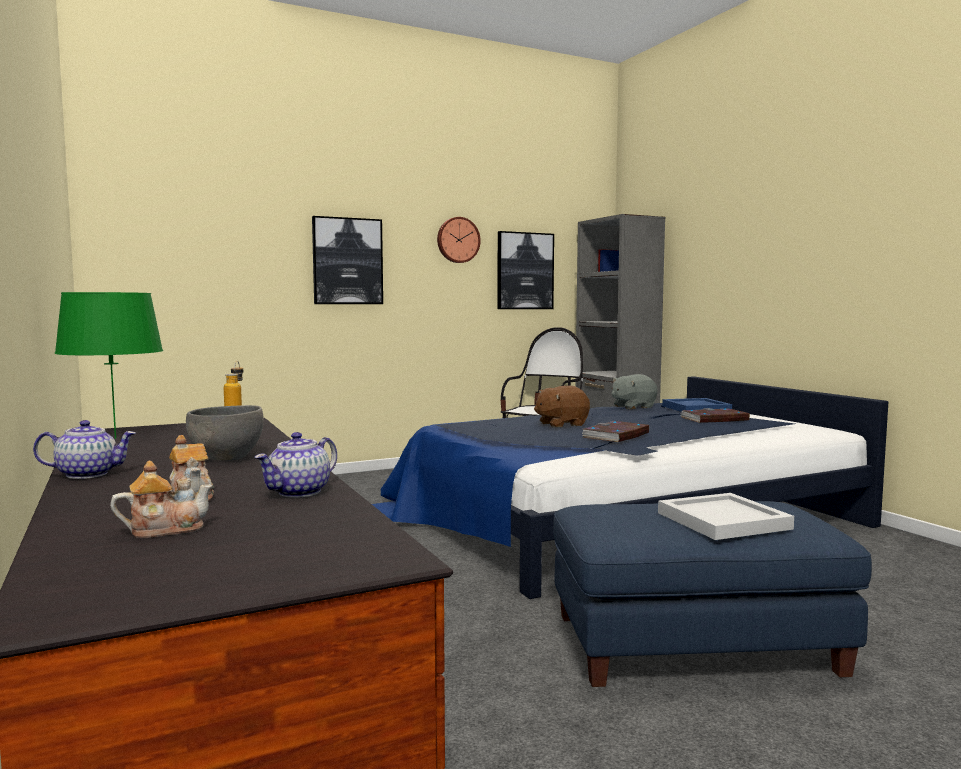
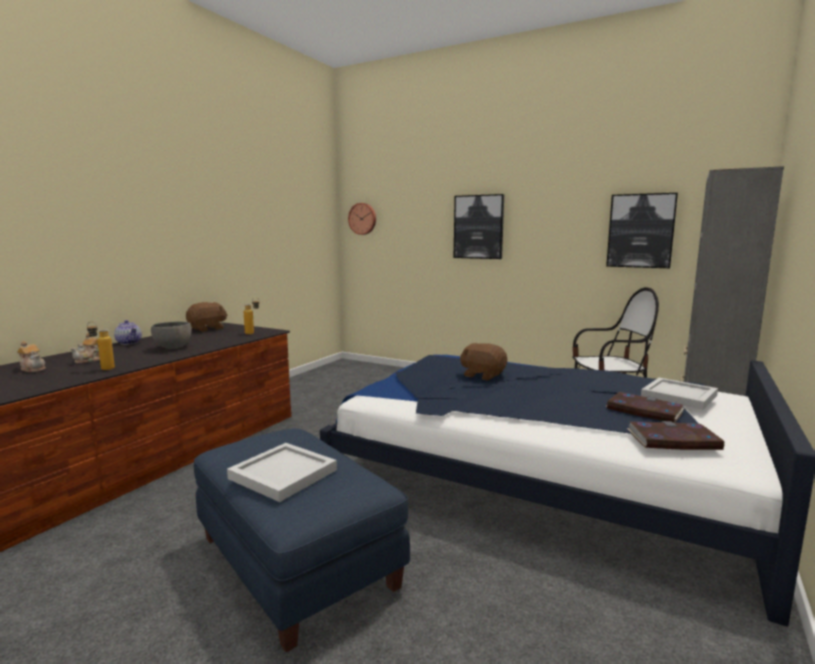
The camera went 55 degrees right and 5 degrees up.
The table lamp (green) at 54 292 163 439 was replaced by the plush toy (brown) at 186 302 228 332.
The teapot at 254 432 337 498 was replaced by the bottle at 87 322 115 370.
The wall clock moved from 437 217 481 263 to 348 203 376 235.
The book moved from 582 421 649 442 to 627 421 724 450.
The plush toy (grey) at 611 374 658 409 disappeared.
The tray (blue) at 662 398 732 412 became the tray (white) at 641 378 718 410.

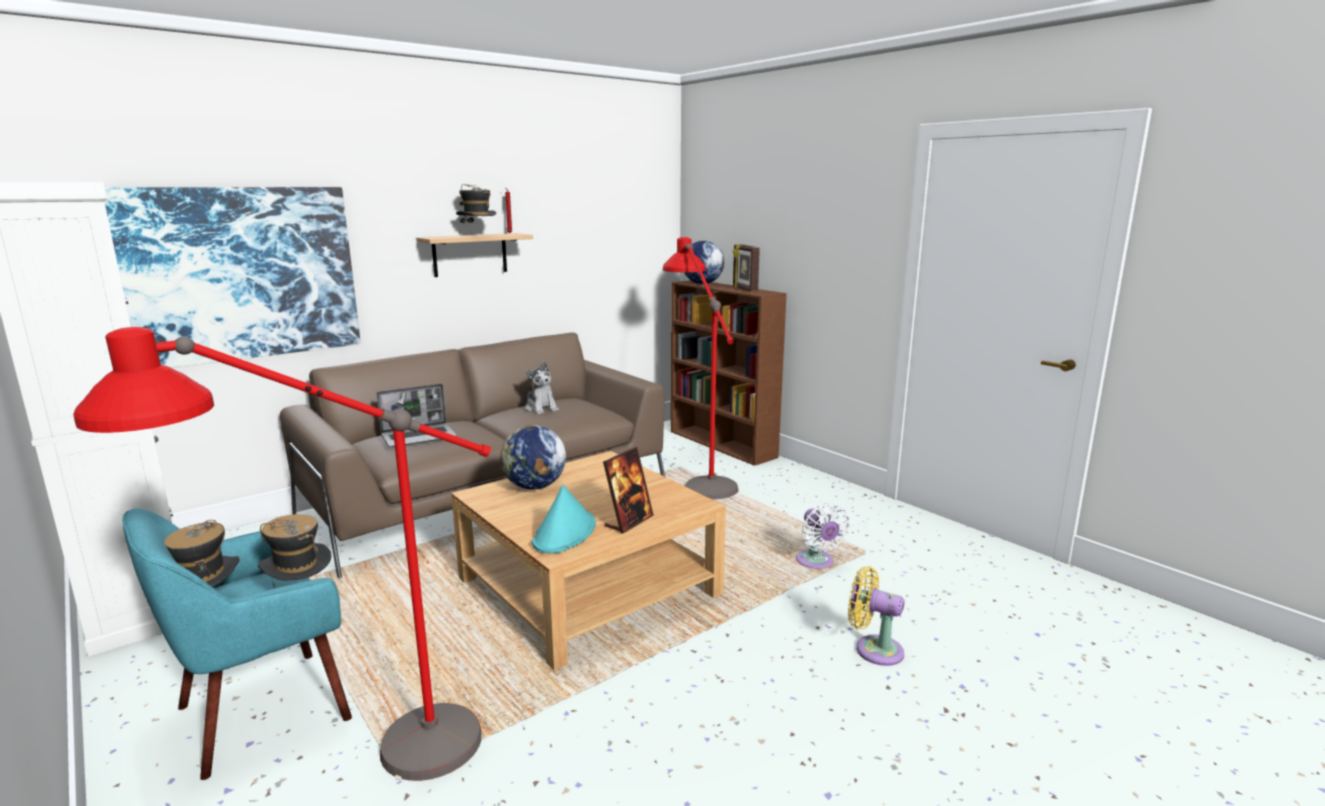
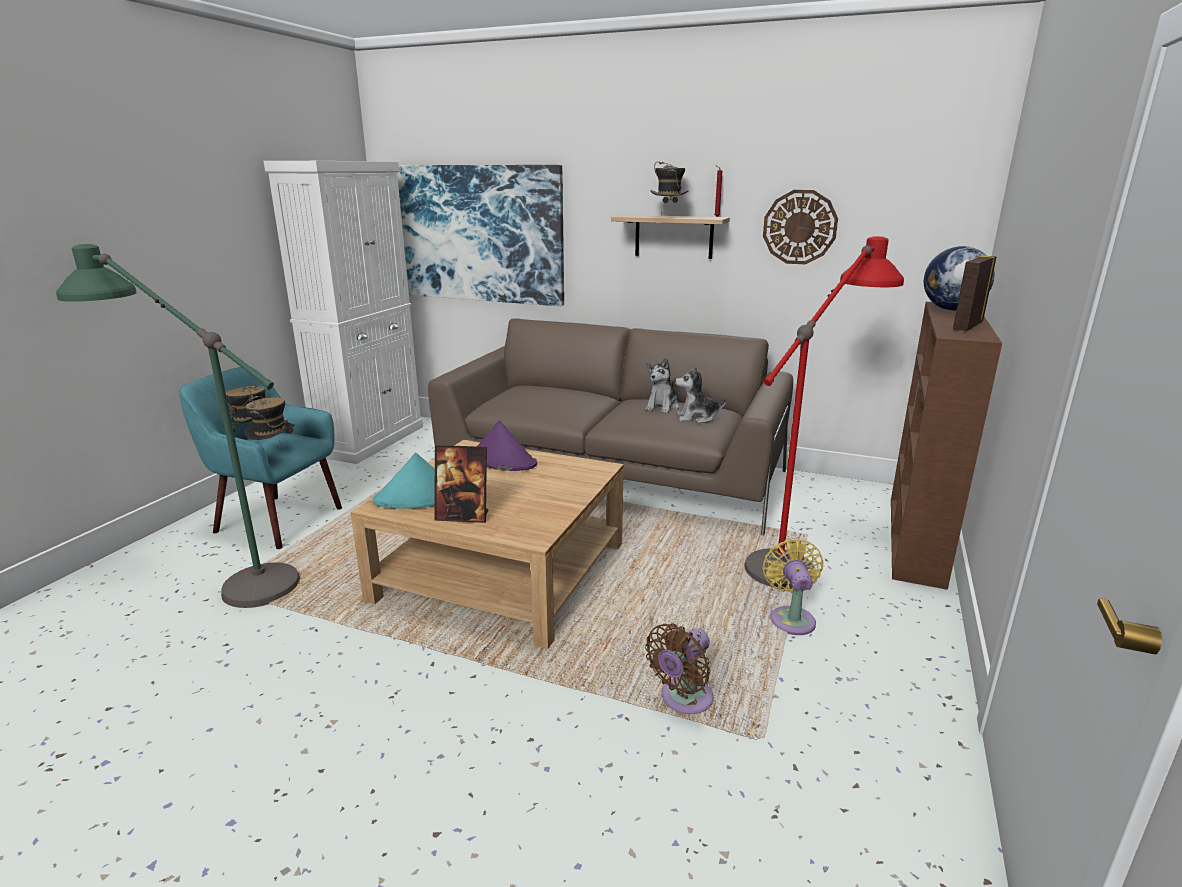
The camera went 60 degrees right and 5 degrees up.
The floor lamp (red) at 73 327 491 781 became the floor lamp (green) at 56 244 300 608.
The laptop at 376 384 457 447 disappeared.
The globe at 500 425 566 489 was replaced by the hat (purple) at 477 420 537 471.
The fan (white) at 796 503 850 569 became the fan (brown) at 645 623 714 714.
The fan (yellow) moved from 848 566 905 666 to 762 538 824 635.
The plush toy at 675 366 727 423 appeared.
The wall clock at 763 190 838 264 appeared.

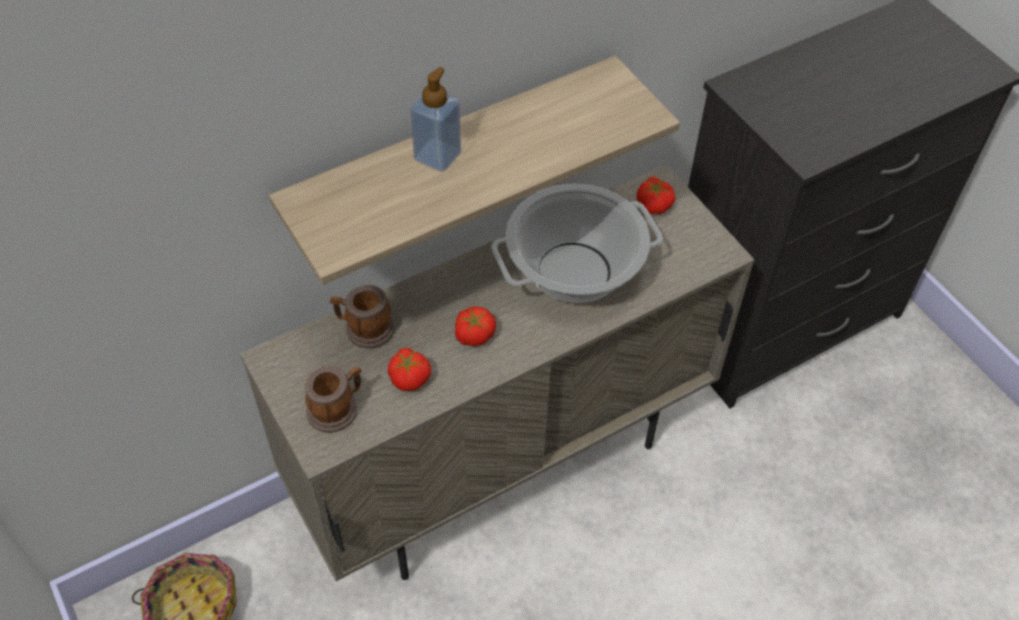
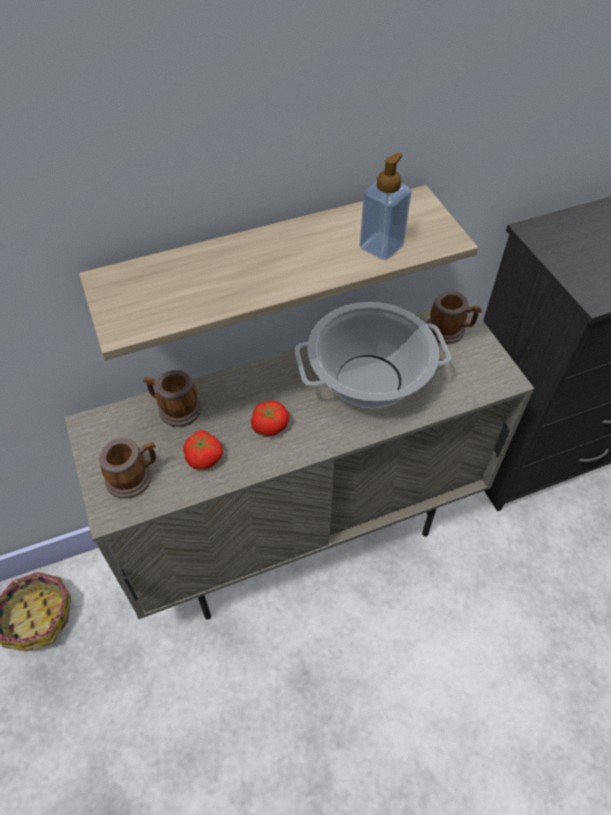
The camera went 10 degrees right and 0 degrees up.
The soap dispenser moved from 410 67 461 172 to 360 152 412 260.
The tomato at 637 177 676 214 was replaced by the mug at 426 291 482 344.

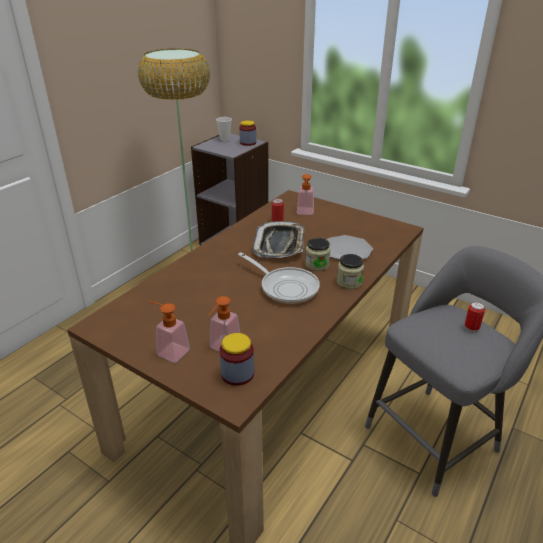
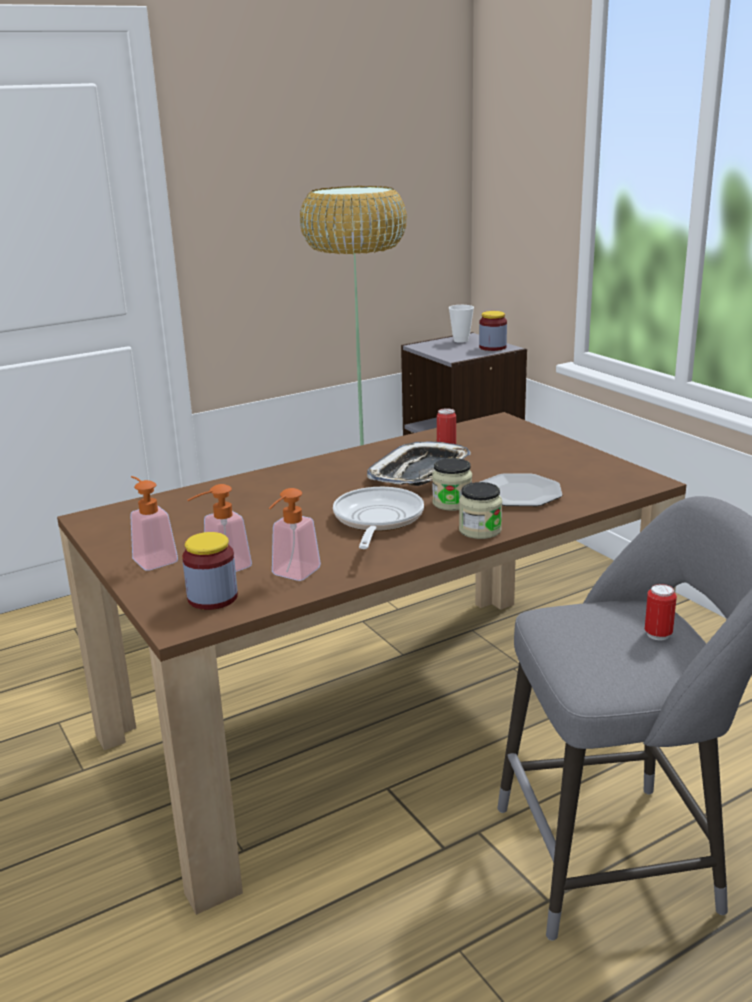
The camera went 25 degrees right and 10 degrees down.
The frying pan at 238 252 320 304 turned 150 degrees counterclockwise.
The soap dispenser moved from 297 174 314 215 to 269 488 321 581.

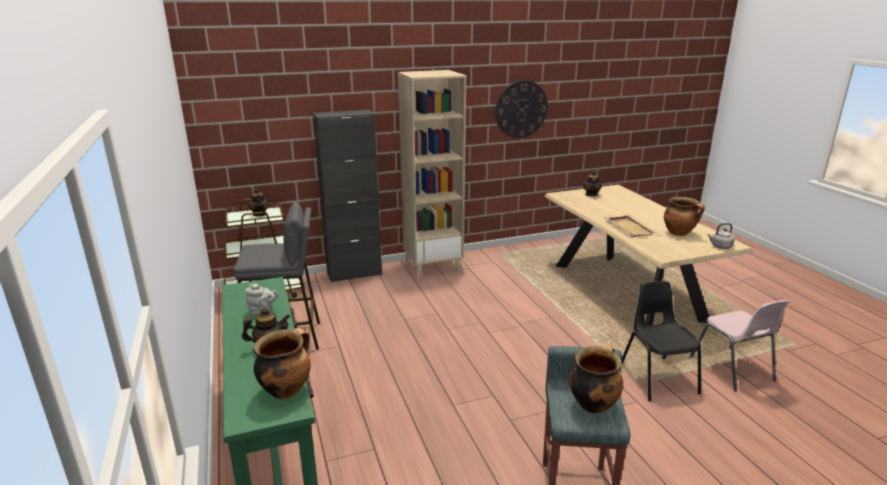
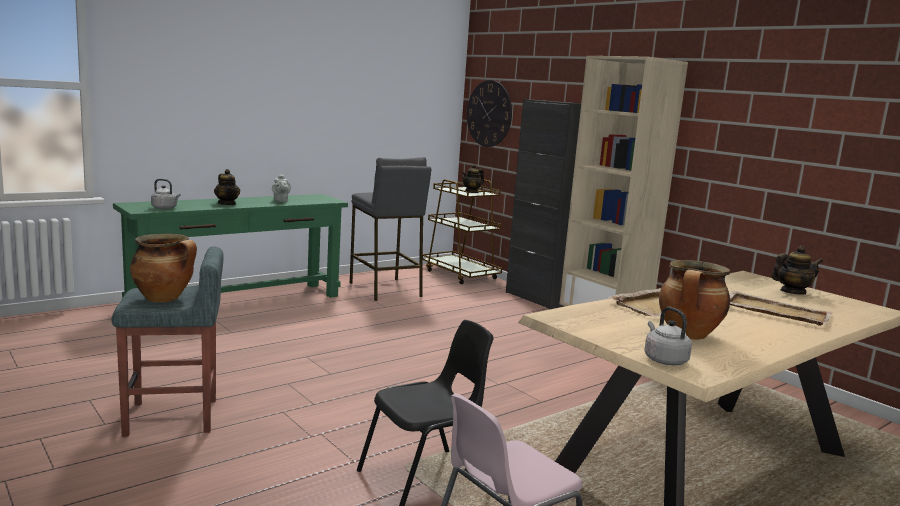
The camera went 70 degrees right and 10 degrees down.
The cooking pot at 254 328 311 399 was replaced by the kettle (grey) at 151 179 181 209.
The wall clock moved from 495 80 548 138 to 467 80 512 147.
The tray (beige) at 729 291 833 326 appeared.

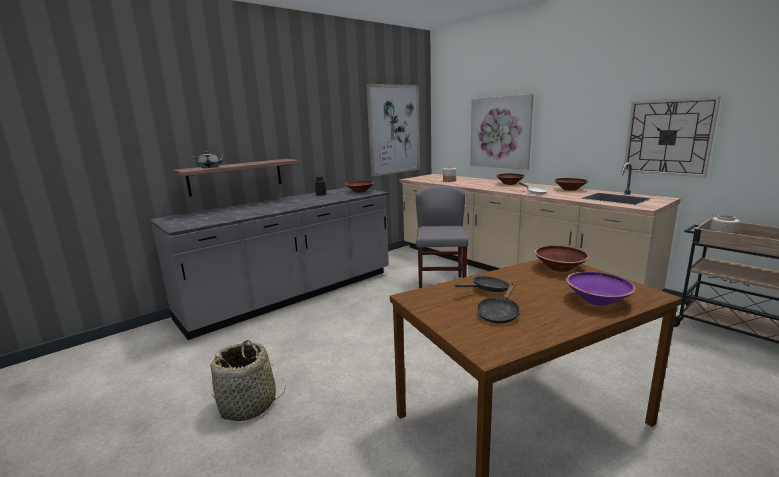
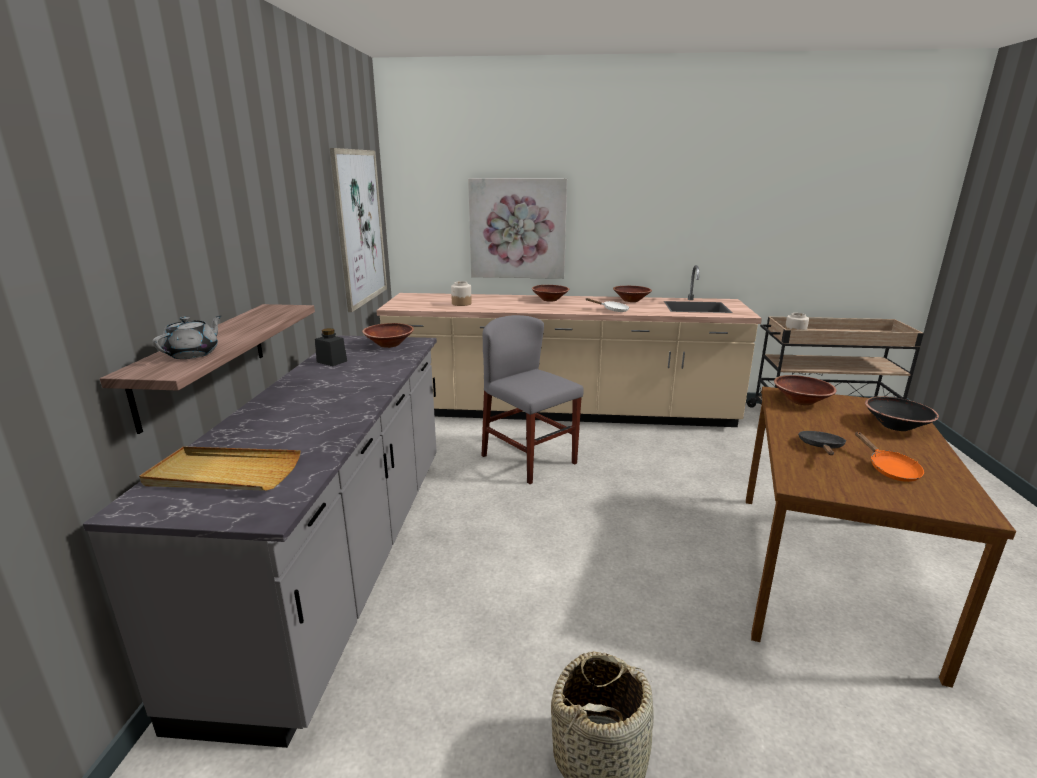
The camera went 45 degrees left and 5 degrees up.
The frying pan (black) at 477 283 520 324 became the frying pan (orange) at 855 432 924 482.
The bowl (purple) at 566 271 636 306 became the bowl (black) at 865 396 939 431.
The wall clock at 624 97 721 177 disappeared.
The tray (beige) at 139 446 300 491 appeared.

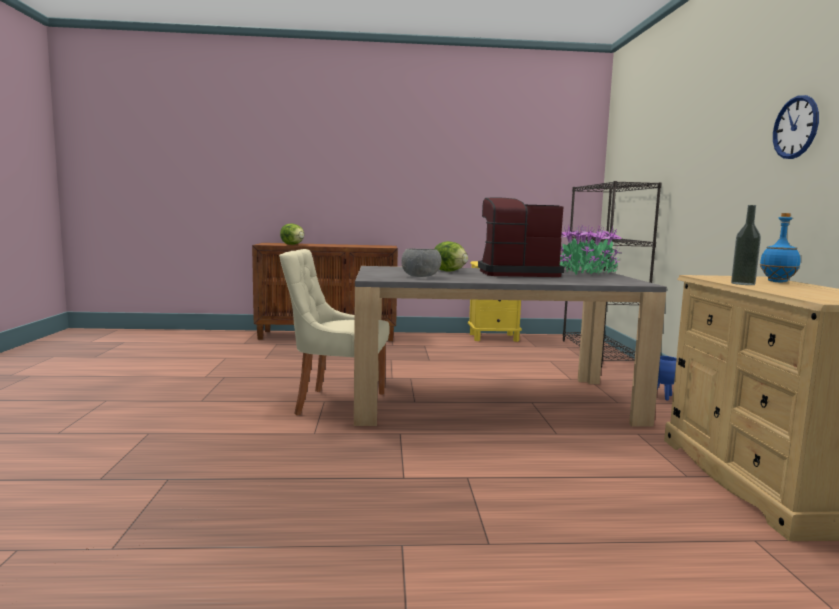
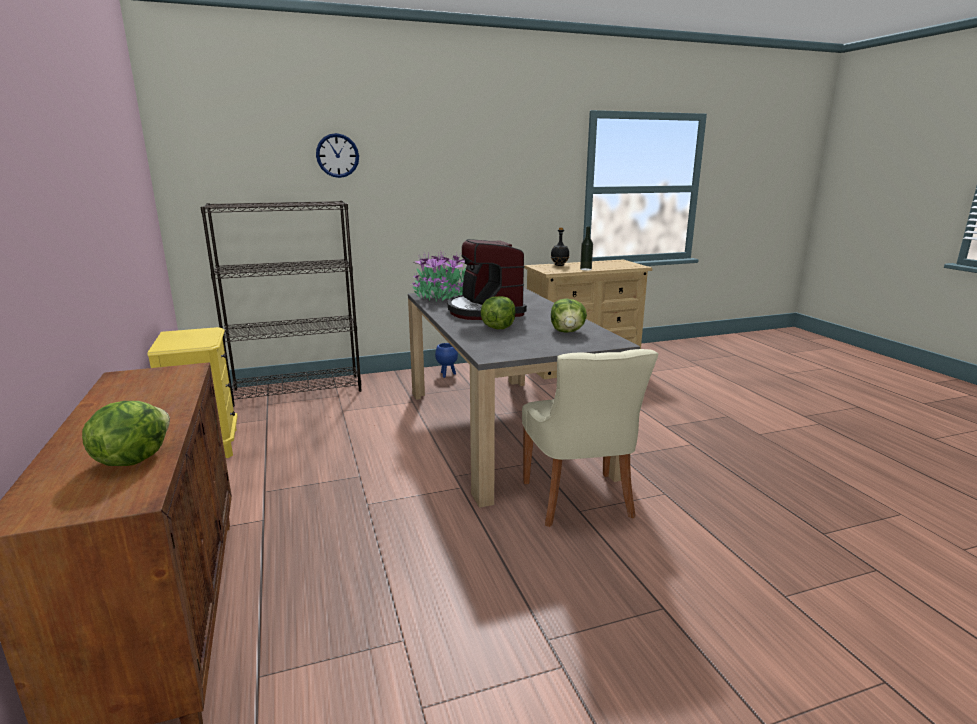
The camera went 105 degrees left and 10 degrees up.
The bowl (grey) at 401 248 442 277 was replaced by the lettuce at 551 298 587 333.
The bottle (blue) at 760 213 800 282 became the bottle (black) at 551 227 569 266.
The wall clock moved from 773 95 819 159 to 316 133 359 178.

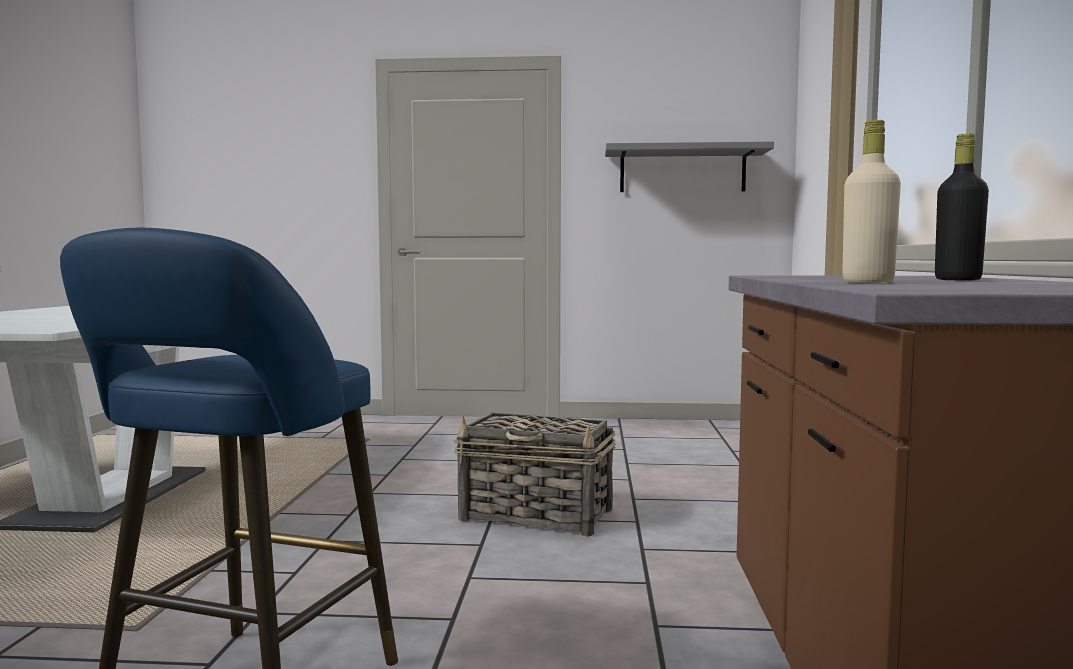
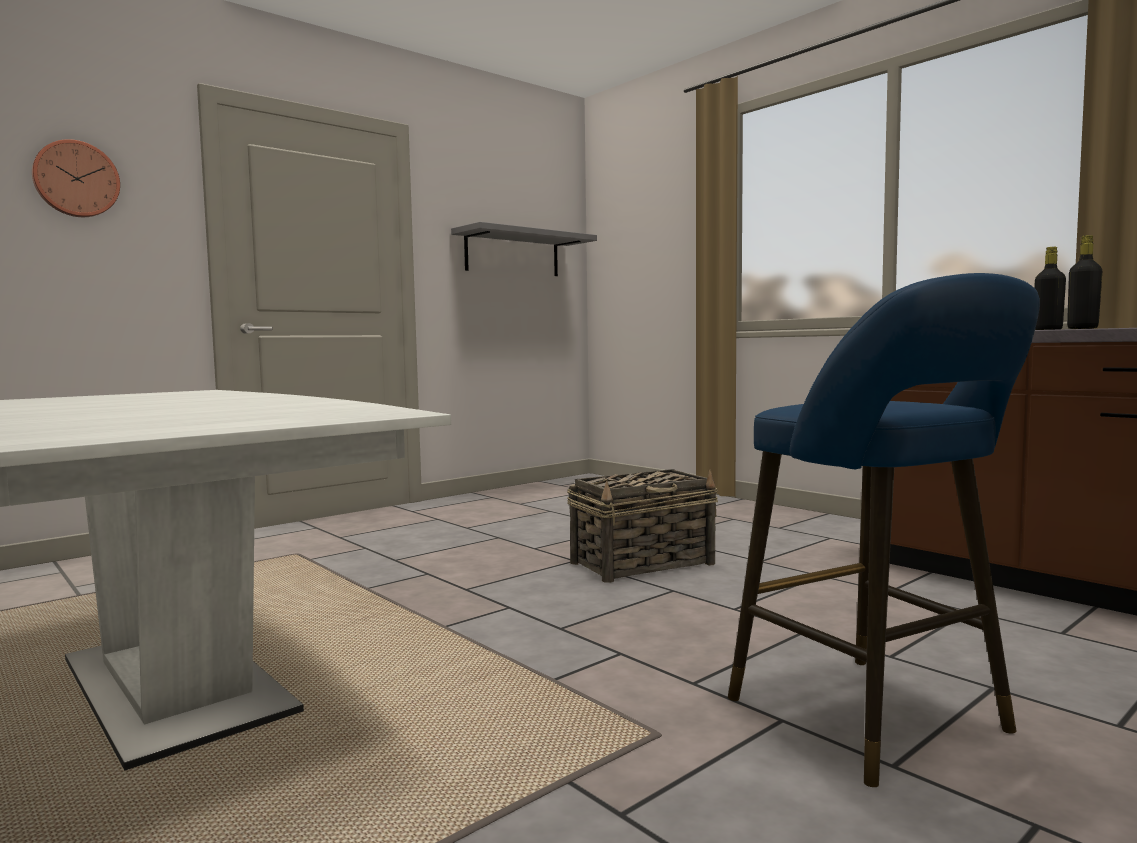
The camera went 45 degrees left and 0 degrees up.
The bottle (beige) at 842 120 901 283 became the bottle (black) at 1067 235 1102 329.
The wall clock at 32 139 120 217 appeared.

